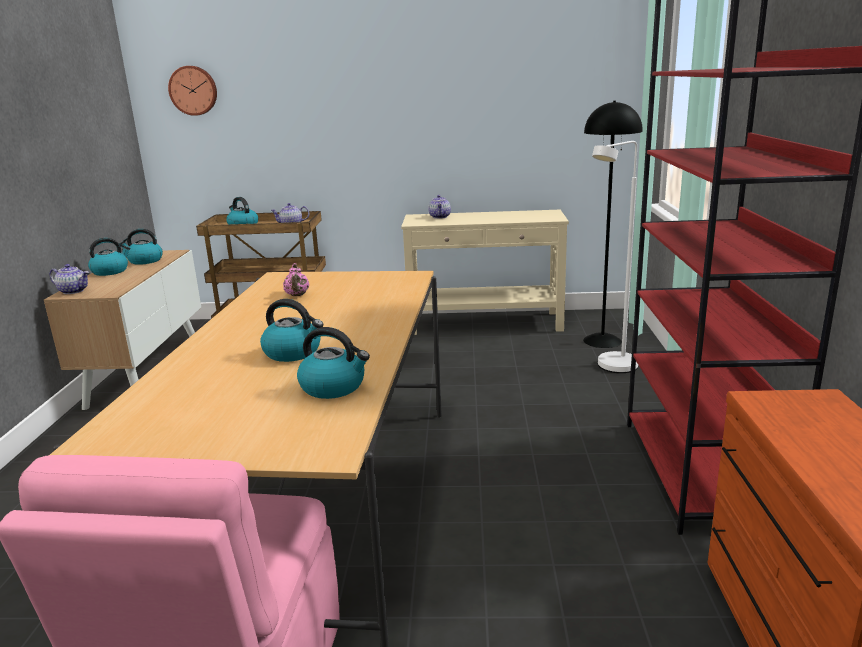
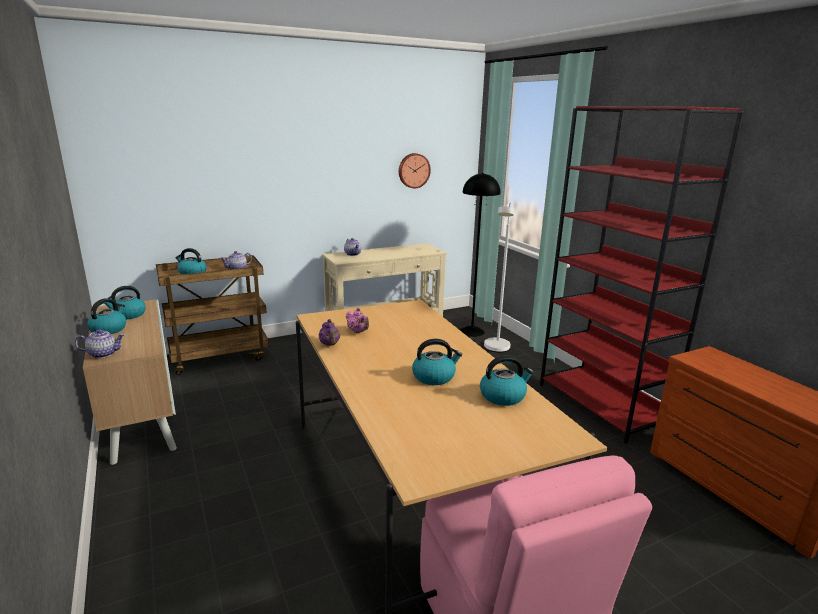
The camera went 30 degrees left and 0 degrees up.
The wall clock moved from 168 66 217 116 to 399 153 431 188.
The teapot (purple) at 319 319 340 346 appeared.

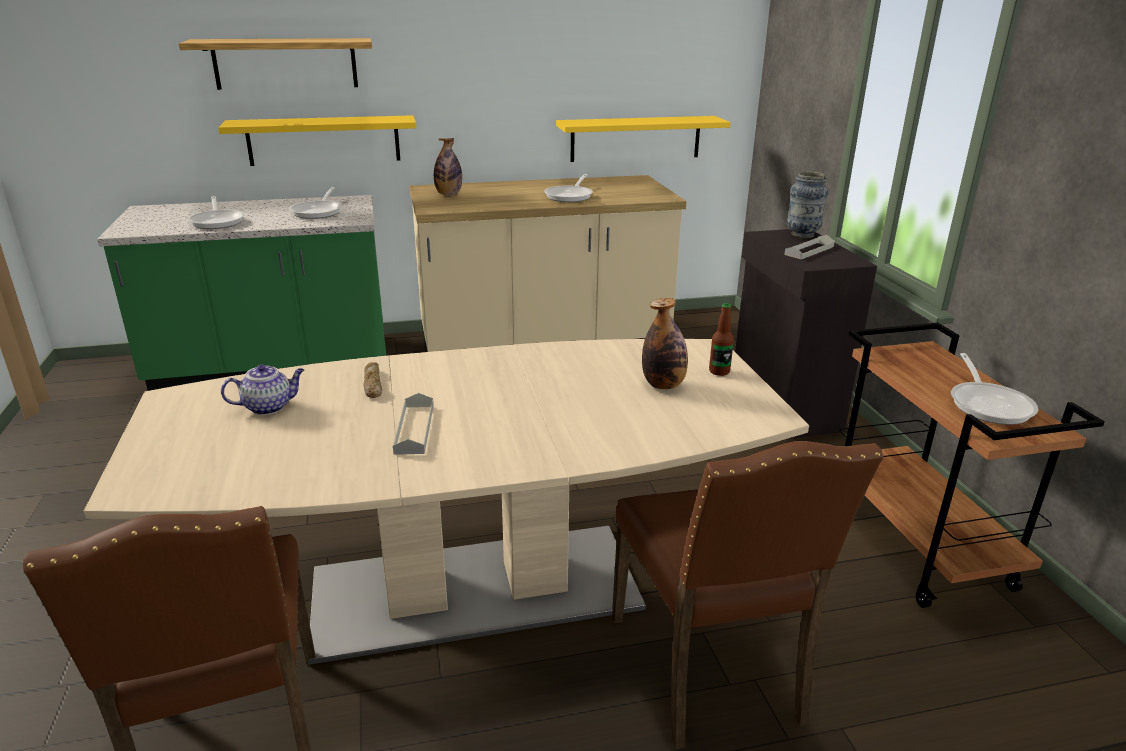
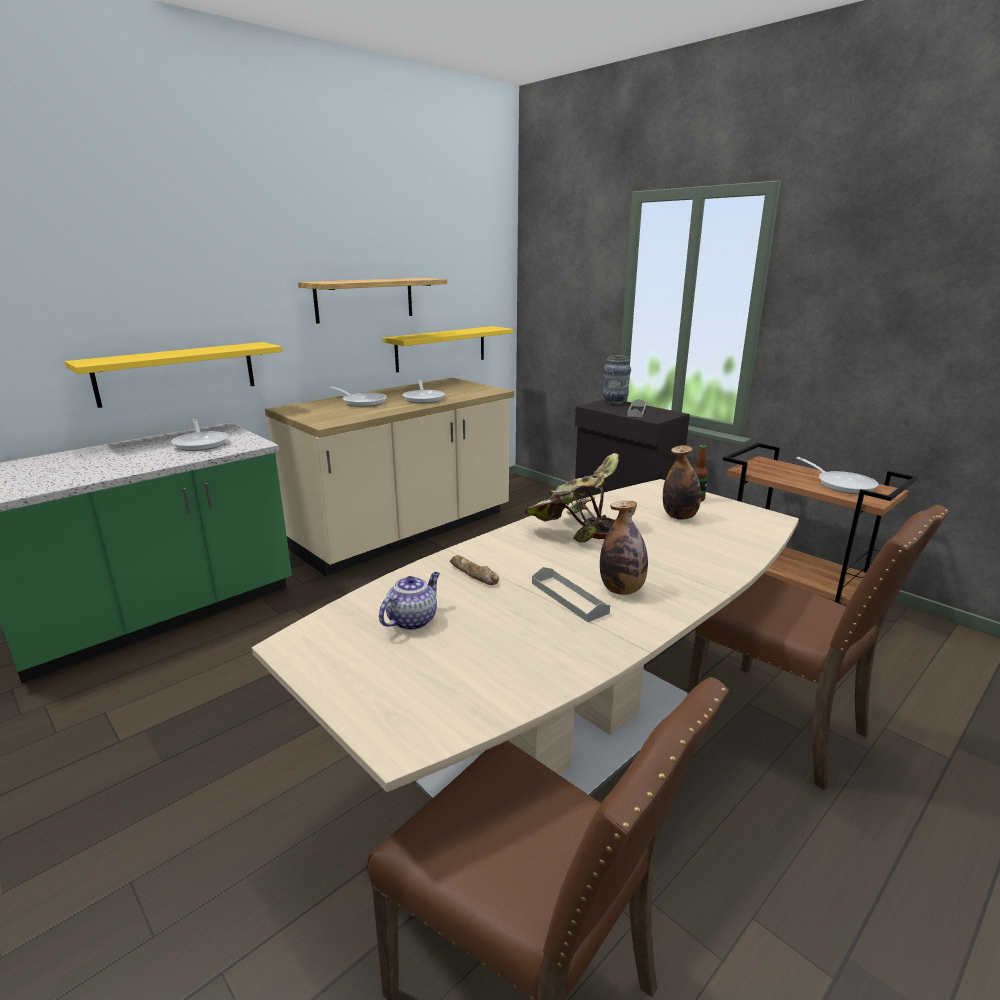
The camera went 30 degrees left and 5 degrees down.
The shelf moved from 179 38 372 90 to 298 278 447 324.
The frying pan moved from 188 196 245 229 to 330 386 387 407.
The bottle moved from 434 138 462 195 to 600 501 648 595.
The potted plant at 525 453 619 543 appeared.

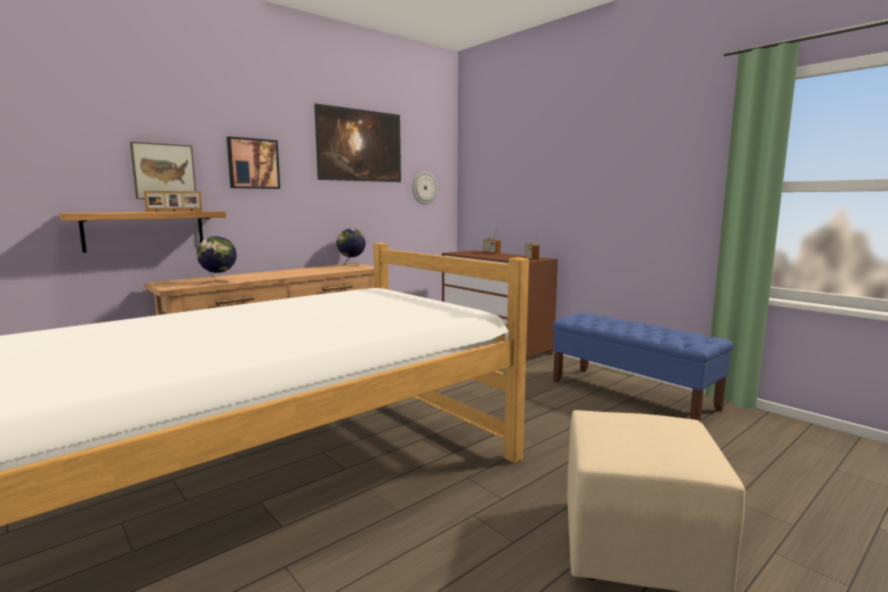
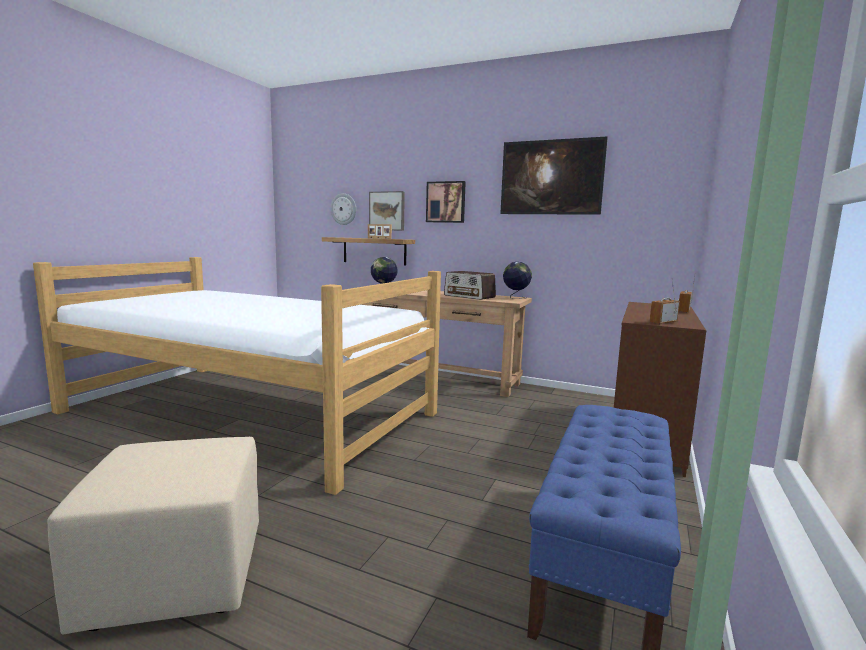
The camera went 65 degrees right and 0 degrees up.
The wall clock moved from 412 172 438 204 to 331 193 356 225.
The radio at 444 271 496 300 appeared.

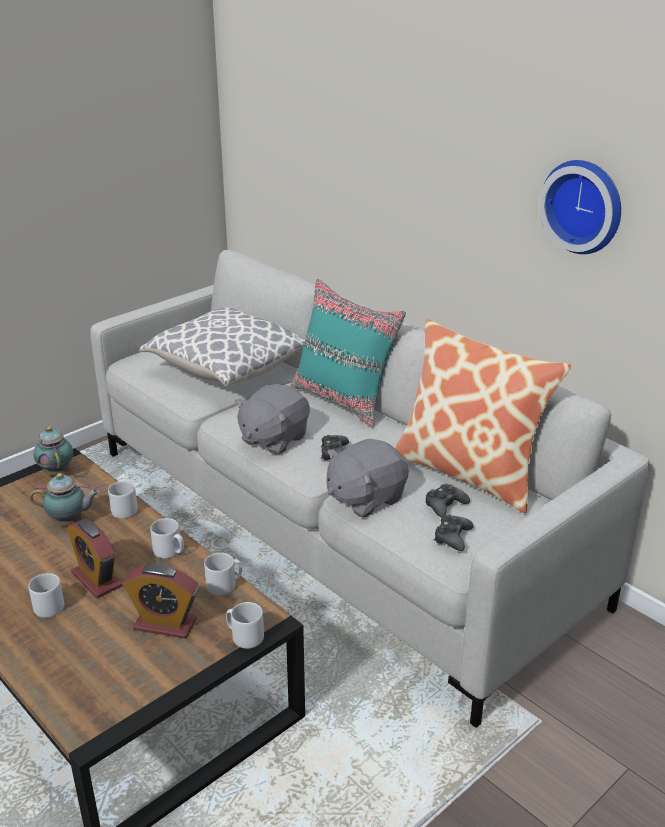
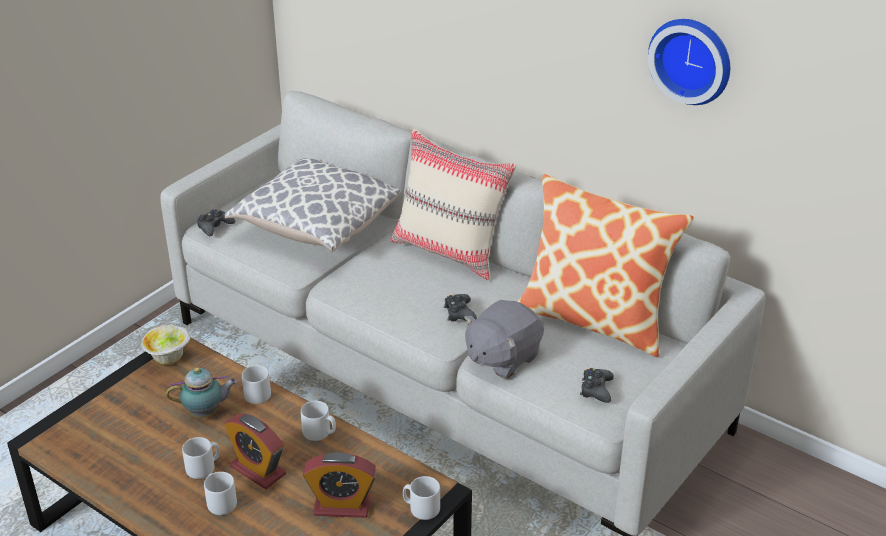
The camera went 10 degrees left and 5 degrees up.
The teapot at 33 426 73 475 was replaced by the bowl at 141 324 190 365.
The mug (grey) moved from 204 553 242 596 to 182 437 220 479.
The plush toy (grey) at 235 384 310 454 disappeared.
The pillow (turquoise) at 290 279 406 428 became the pillow (beige) at 390 129 516 280.
The game controller (black) moved from 426 484 470 518 to 197 209 235 236.

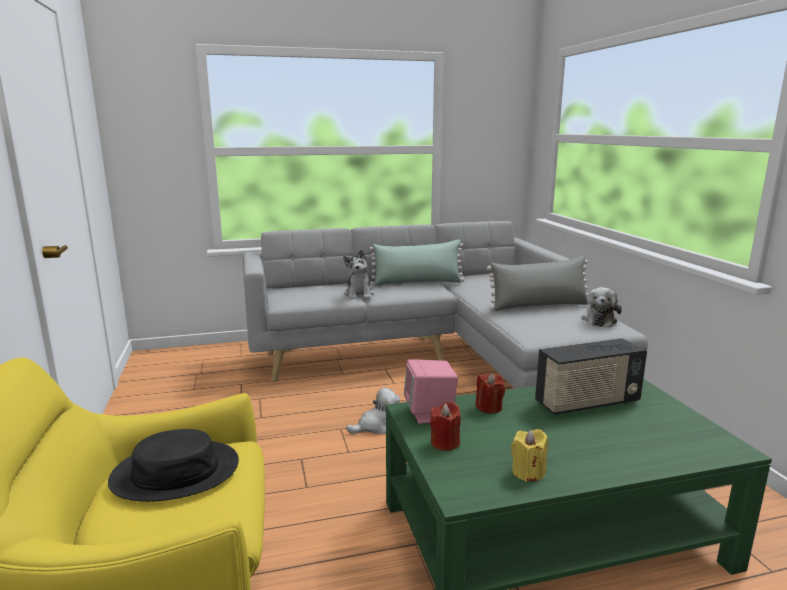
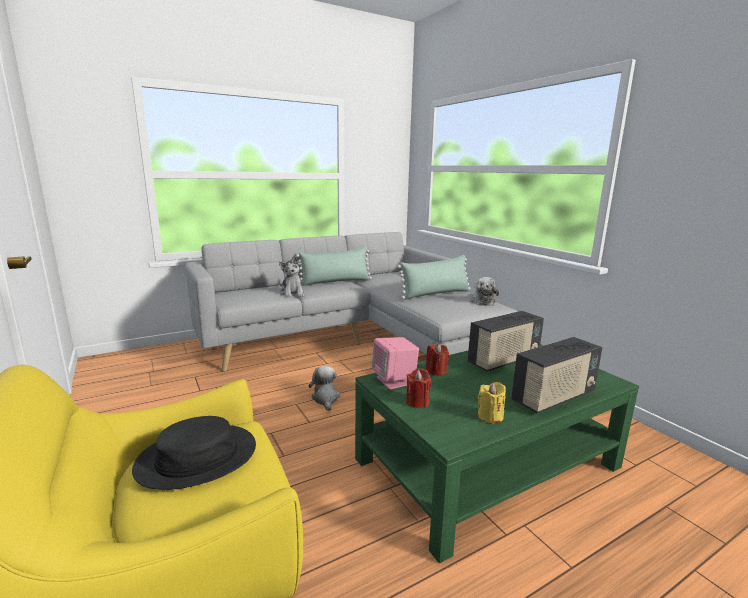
The camera went 15 degrees left and 0 degrees up.
The plush toy at 346 388 400 434 turned 60 degrees counterclockwise.
The pillow (grey) at 487 256 588 311 became the pillow (green) at 397 255 470 300.
The radio at 511 337 602 414 appeared.

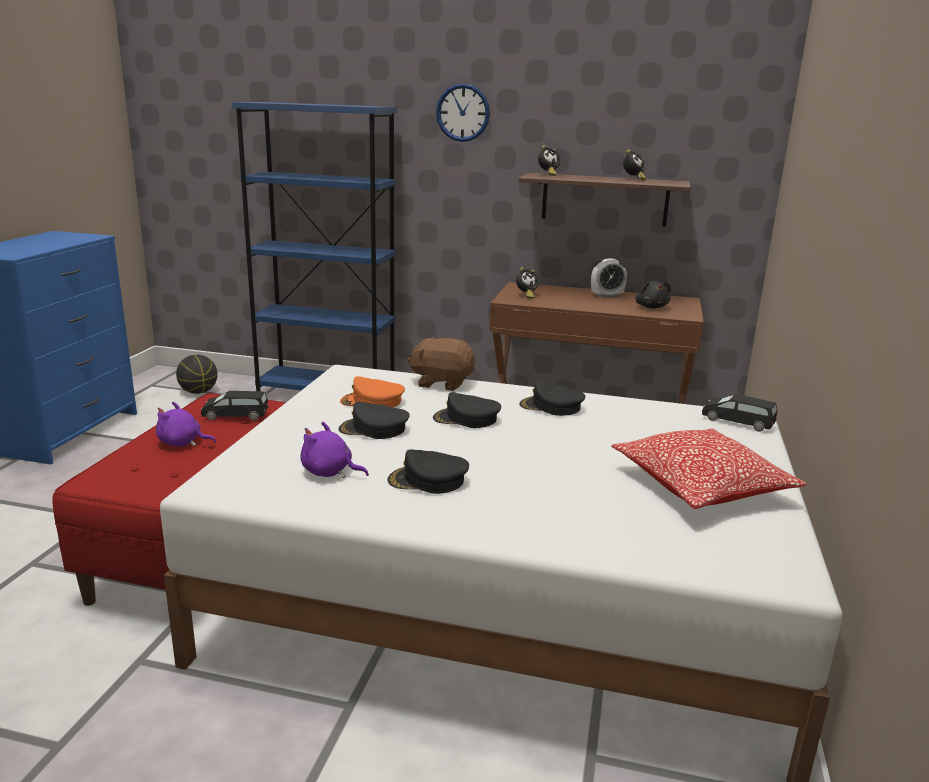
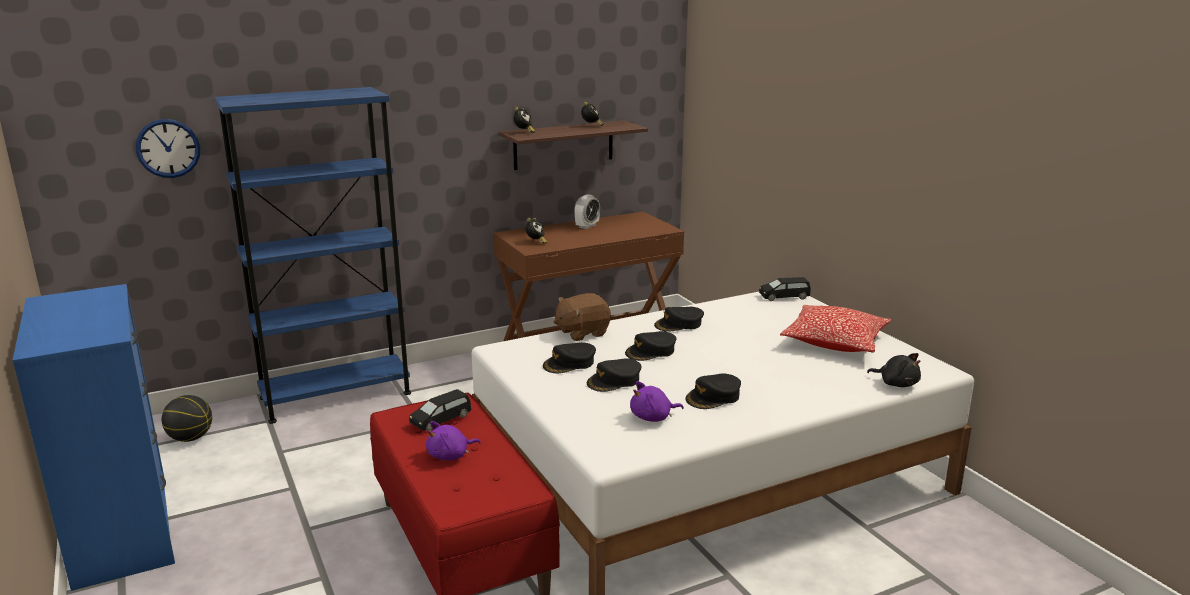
The camera went 40 degrees left and 0 degrees up.
The cap (orange) at 340 376 405 407 became the cap (black) at 543 342 596 373.
The wall clock moved from 436 83 490 142 to 136 119 200 178.
The plush toy (black) moved from 636 281 671 309 to 867 353 921 387.

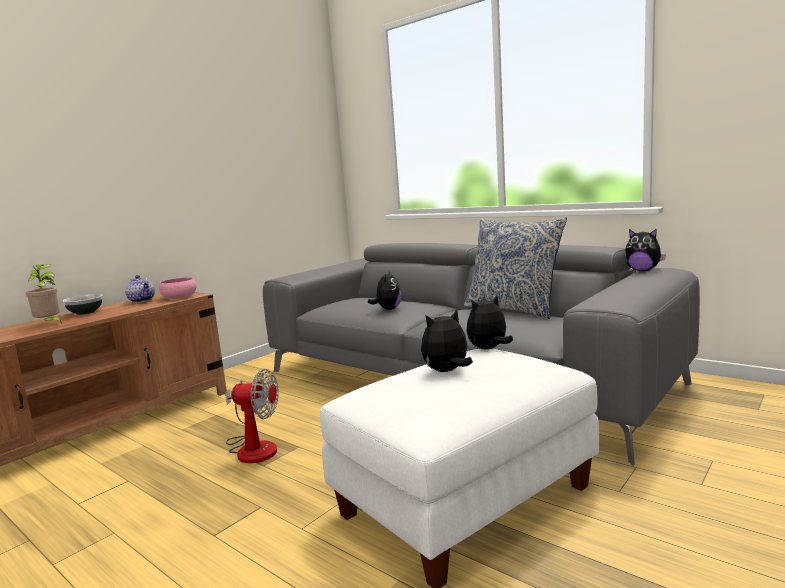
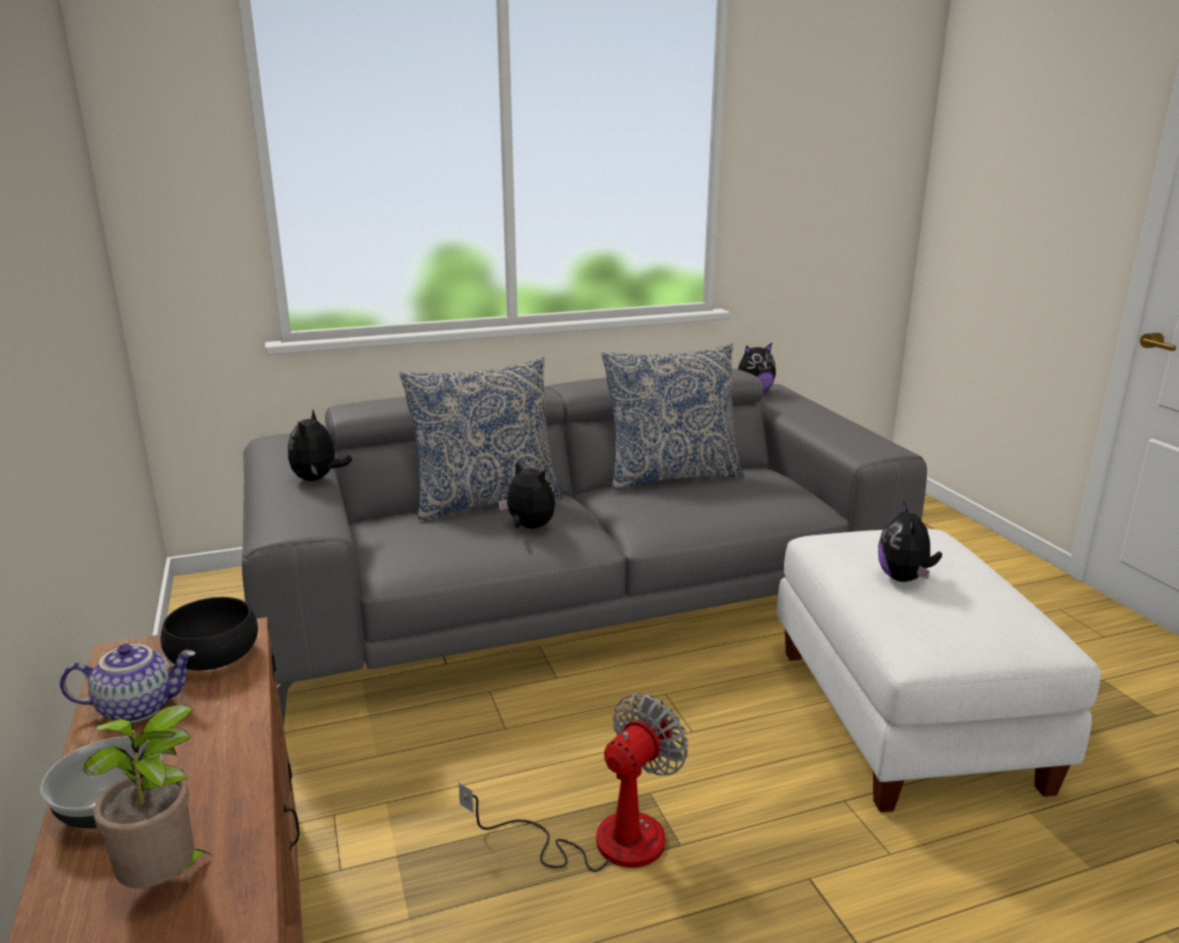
The camera went 60 degrees left and 10 degrees up.
The bowl (pink) at 159 277 197 299 became the bowl (black) at 161 597 258 671.
The plush toy moved from 466 295 513 349 to 288 409 352 481.
The pillow at 400 357 563 520 appeared.

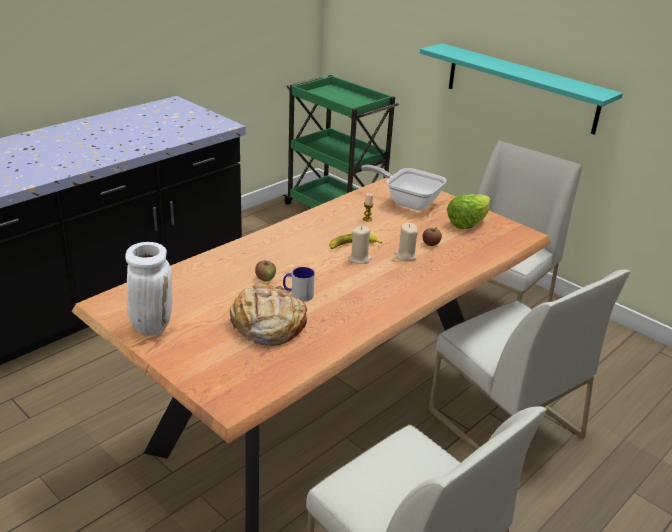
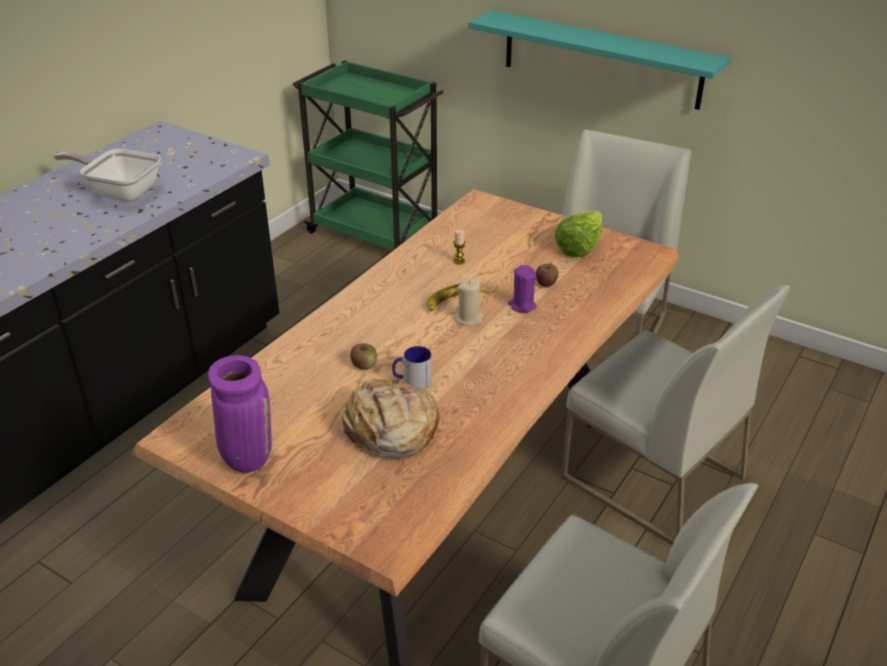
The camera went 10 degrees left and 5 degrees up.
The vase (white) at 125 242 172 336 became the vase (purple) at 208 355 272 473.
The frying pan moved from 361 165 447 211 to 54 149 161 202.
The candle (beige) at 395 223 418 262 became the candle (purple) at 508 265 537 313.

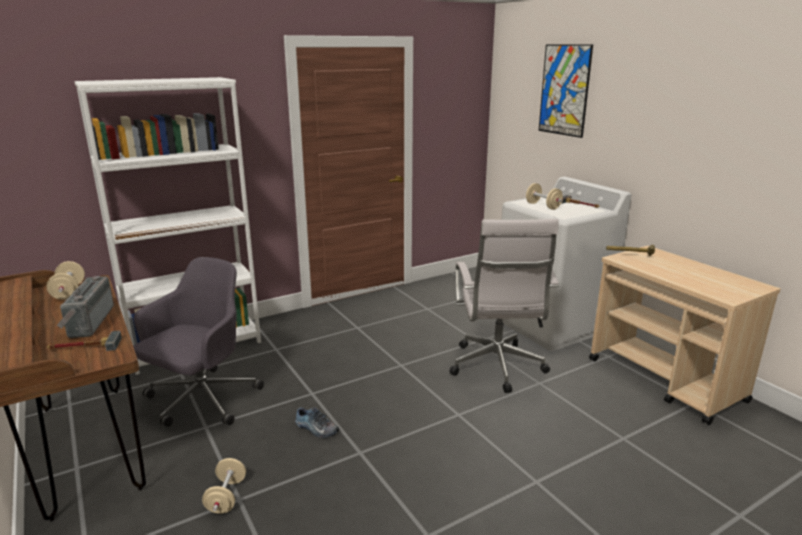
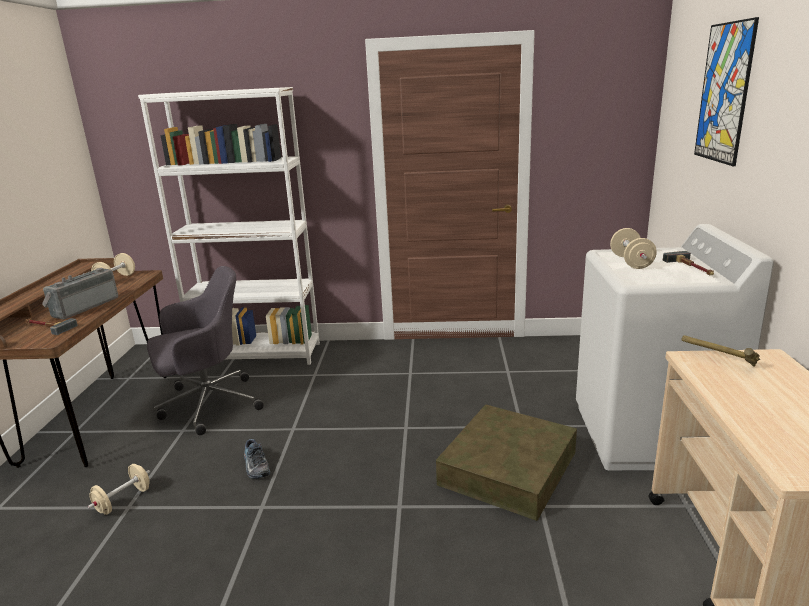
The camera went 35 degrees right and 0 degrees up.
The office chair (white) at 449 219 559 393 was replaced by the storage box (brown) at 436 404 577 521.

